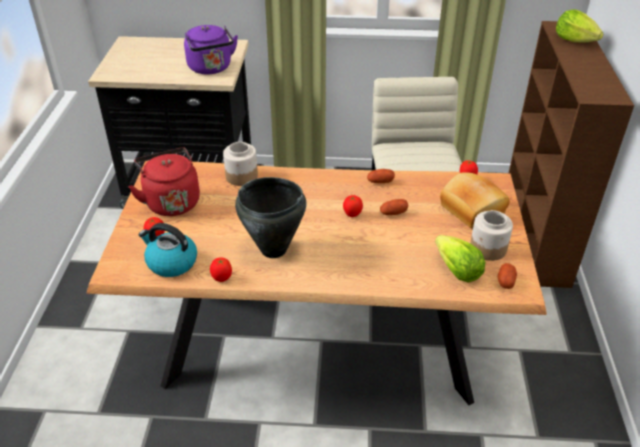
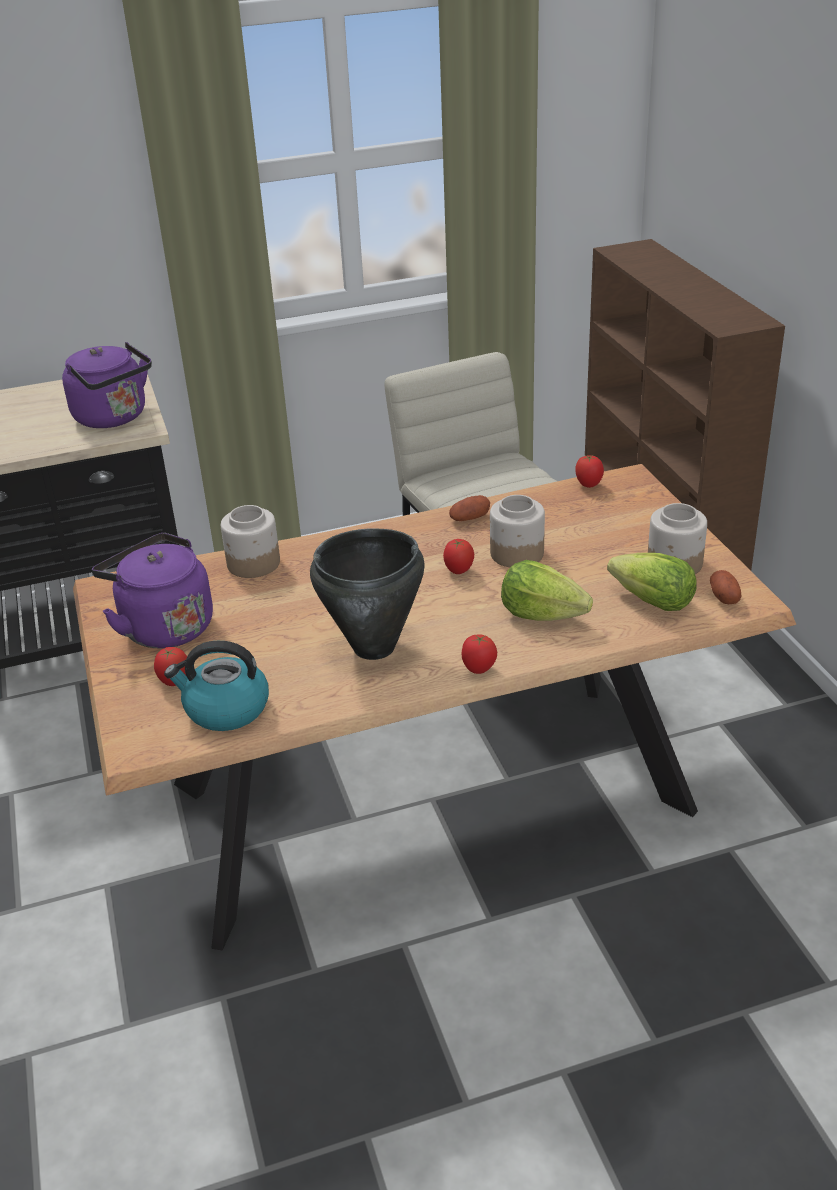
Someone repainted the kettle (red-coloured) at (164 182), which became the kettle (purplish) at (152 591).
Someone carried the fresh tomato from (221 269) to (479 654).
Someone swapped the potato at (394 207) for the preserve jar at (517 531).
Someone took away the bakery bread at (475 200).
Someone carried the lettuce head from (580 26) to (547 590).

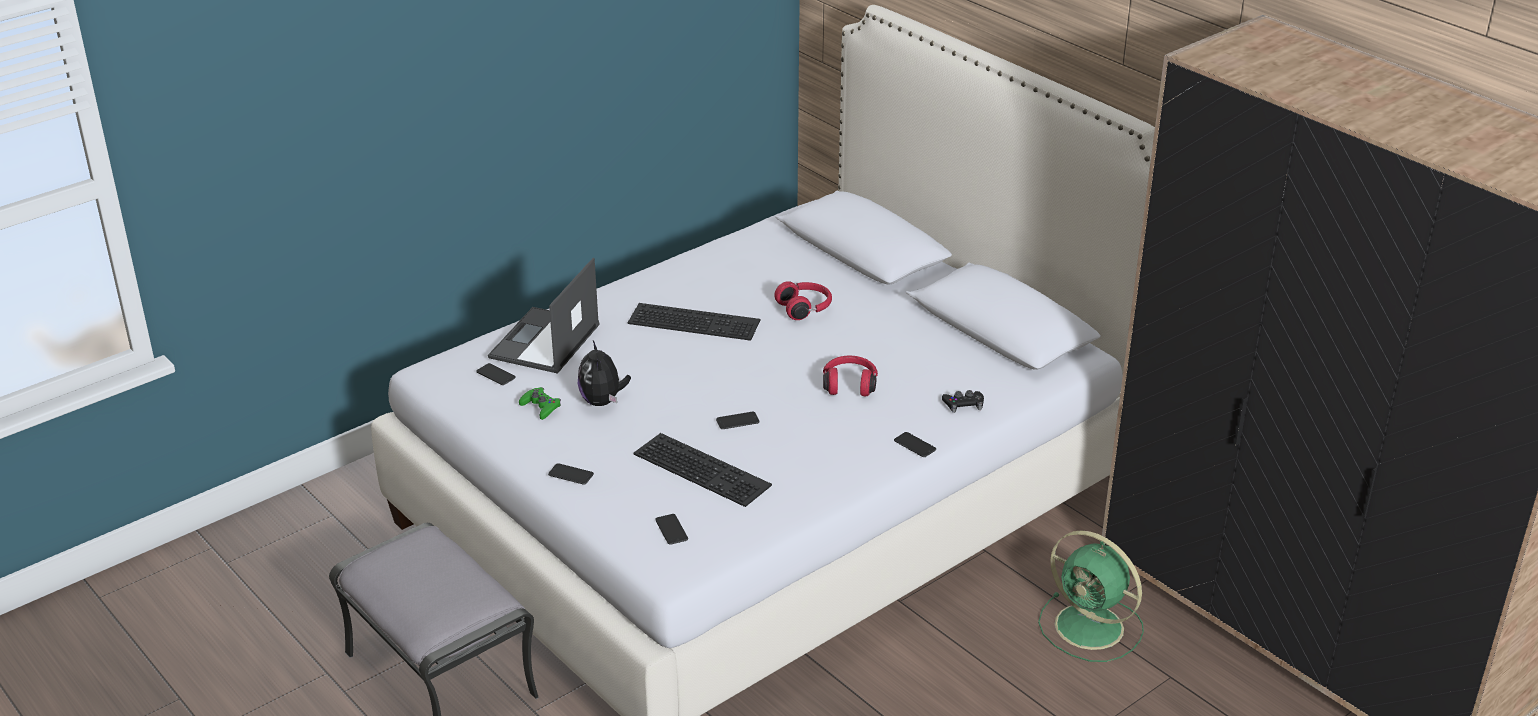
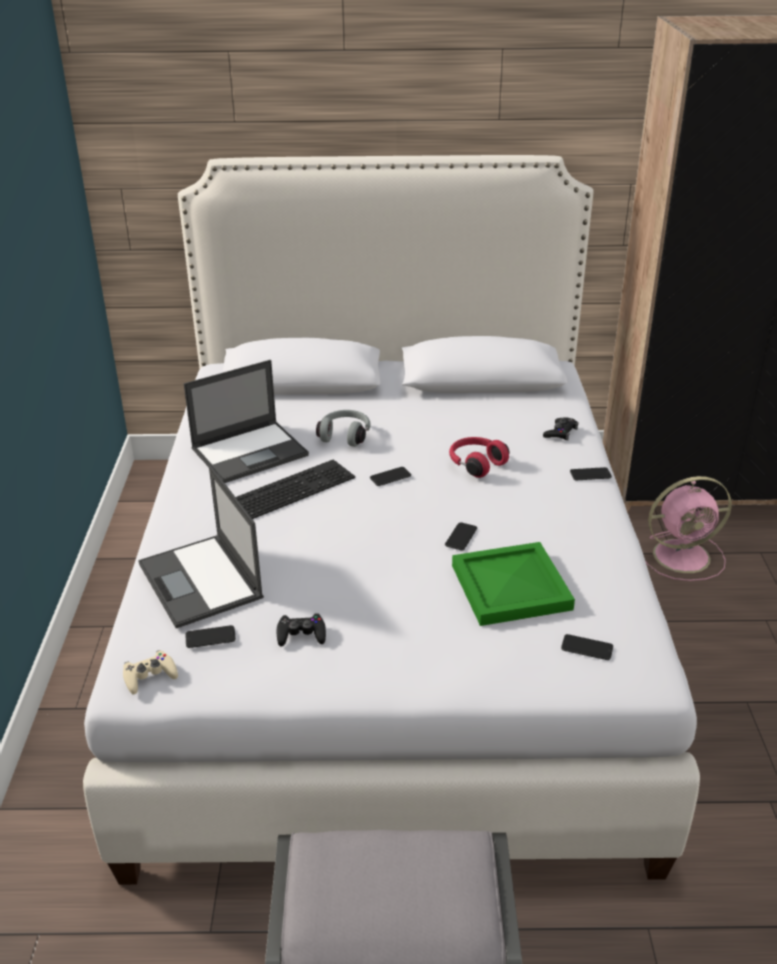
Someone repainted the gamepad (green) at (540 403), which became the gamepad (black) at (301 630).
Someone carried the telephone from (571 473) to (390 476).
Someone took away the plush toy at (604 373).
Someone swapped the keyboard at (702 470) for the tray (green) at (513 584).
Someone repainted the headset (red-coloured) at (803 300), which became the headset (grey) at (343 428).
Someone repainted the electric fan (green) at (1091 596), which became the electric fan (pink-coloured) at (688 528).
Someone put down the gamepad (sand-coloured) at (150 672).
Someone put down the notebook computer at (246 421).

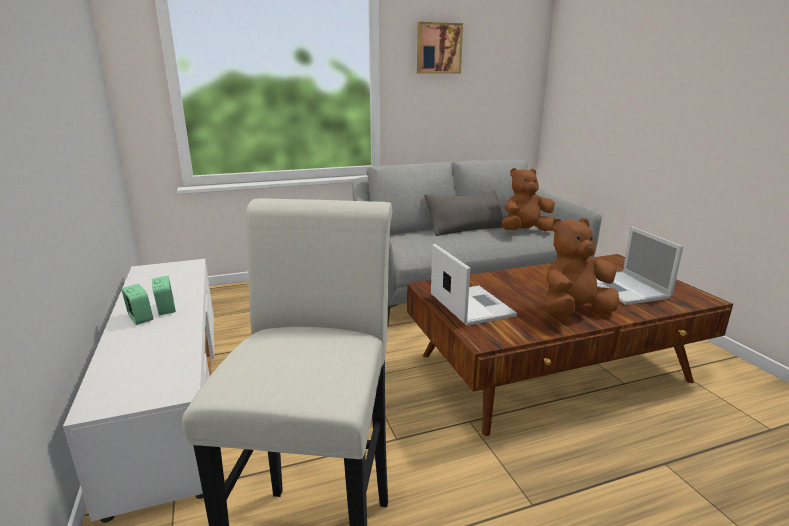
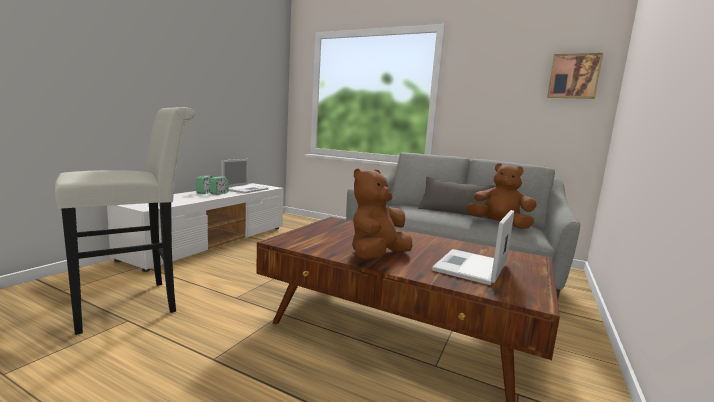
Someone carried the picture from (440 48) to (575 76).
Someone carried the notebook computer from (474 285) to (245 176).
Someone rotated the plush toy (brownish) at (581 267) by 75 degrees counterclockwise.

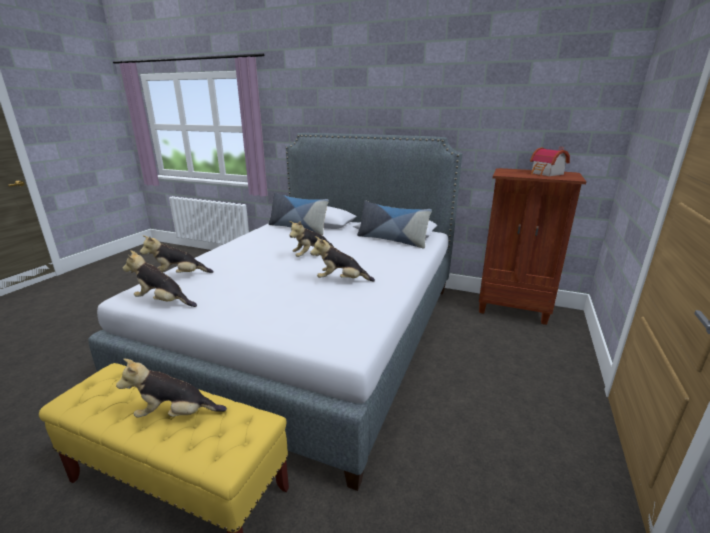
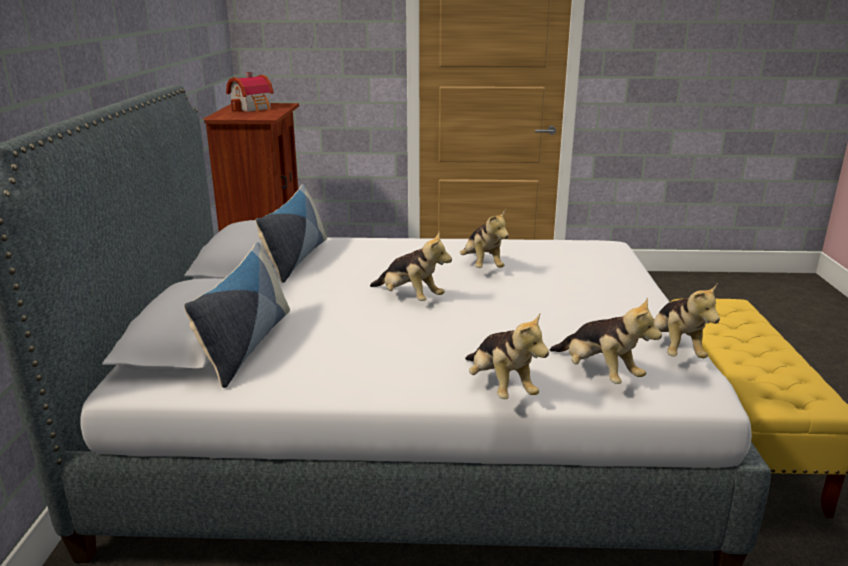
Someone carried the plush toy from (171 388) to (507 356).

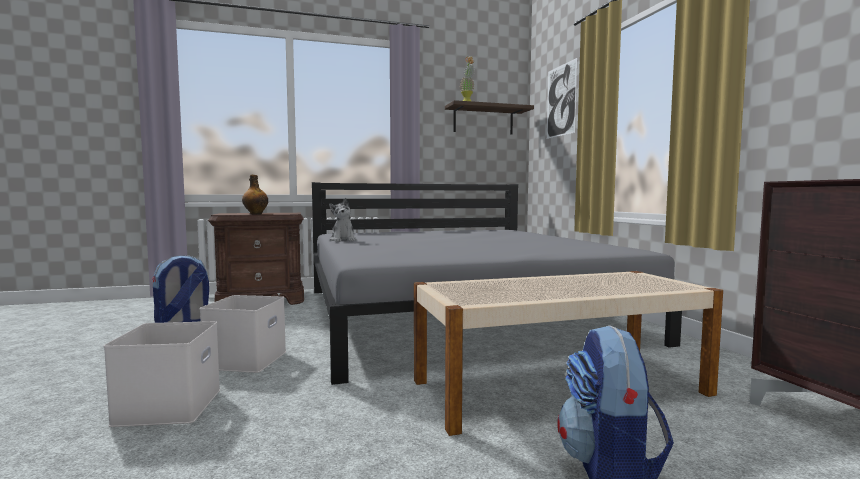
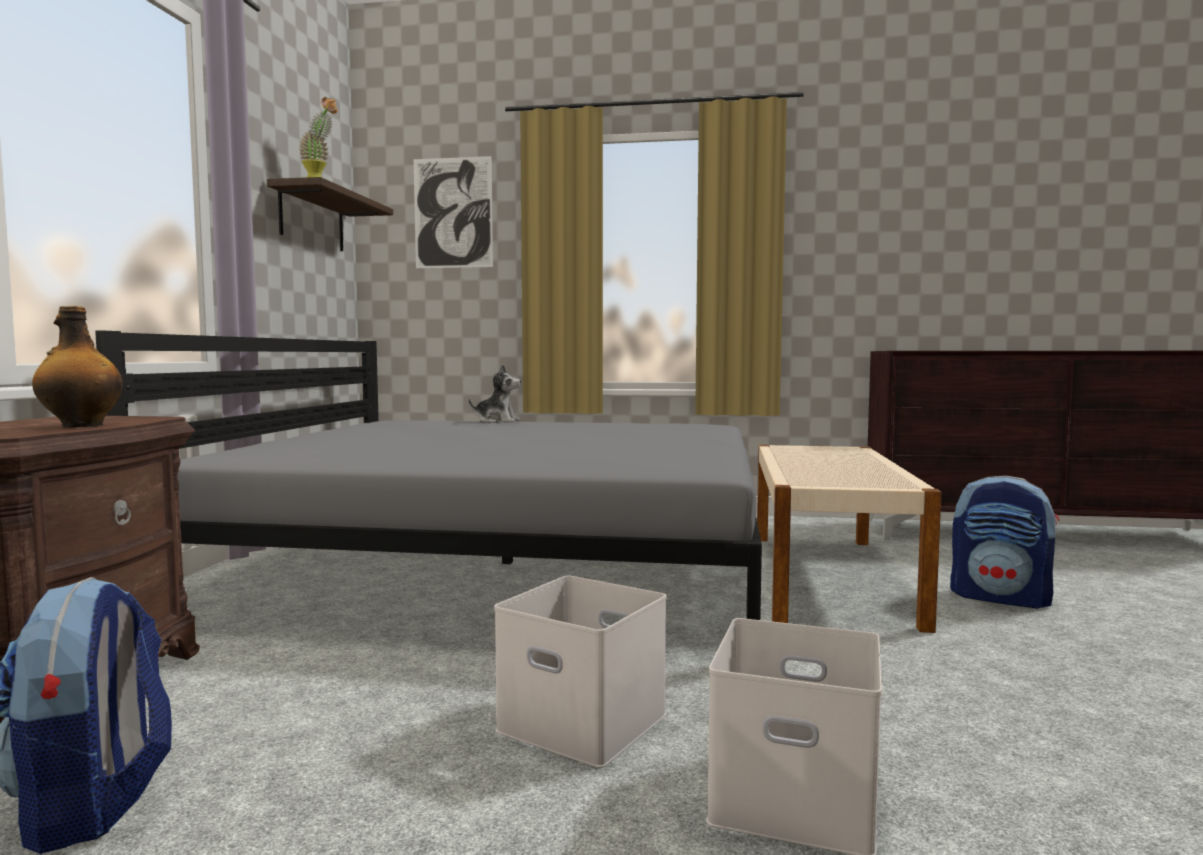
Someone carried the plush toy from (342 220) to (494 394).

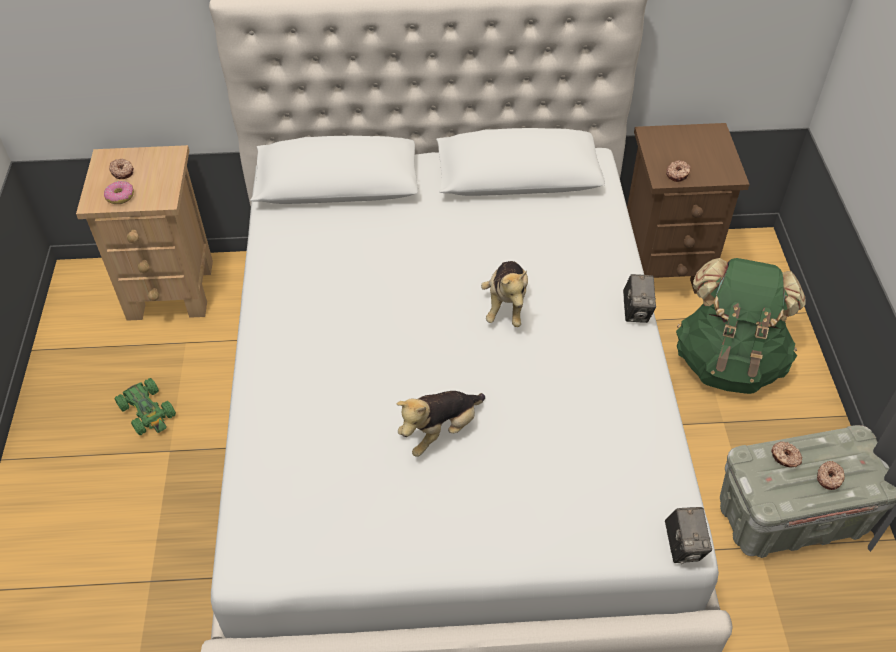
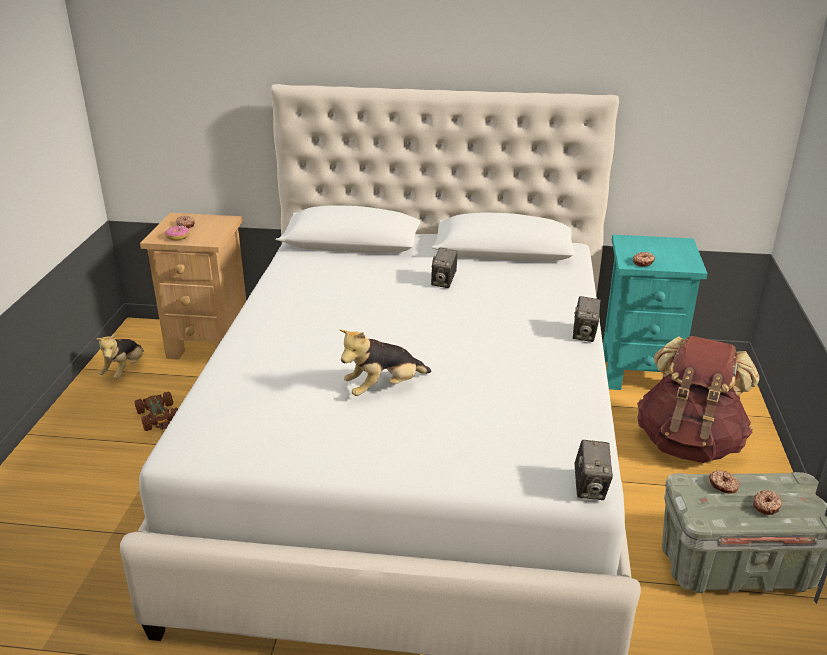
Someone repainted the toy car (green) at (145 406), which became the toy car (brownish) at (156 411).
Someone carried the plush toy from (504 294) to (120 356).
Someone repainted the night table (brownish) at (688 208), which became the night table (blue-green) at (655 312).
Someone repainted the backpack (green) at (741 326), which became the backpack (brownish) at (698 399).
Someone put down the photo camera at (444 267).

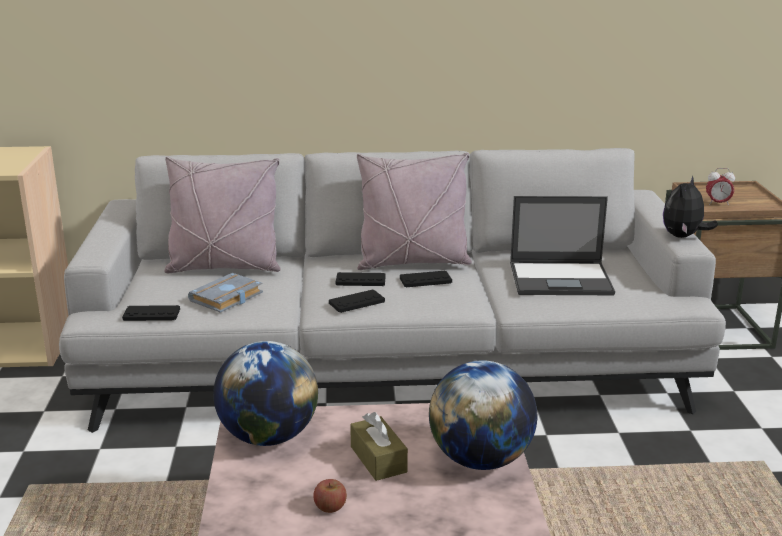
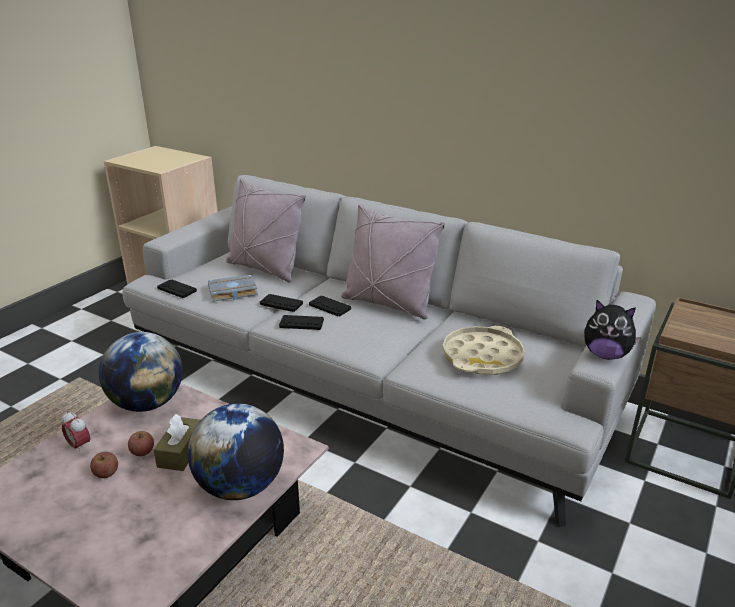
Someone carried the gamepad (black) from (426 279) to (281 303).
Someone swapped the notebook computer at (562 245) for the tray (sand-coloured) at (484 350).
Someone rotated the plush toy at (690 206) by 135 degrees counterclockwise.
Someone carried the alarm clock from (720 187) to (76 431).
Someone put down the whole apple at (141 443).

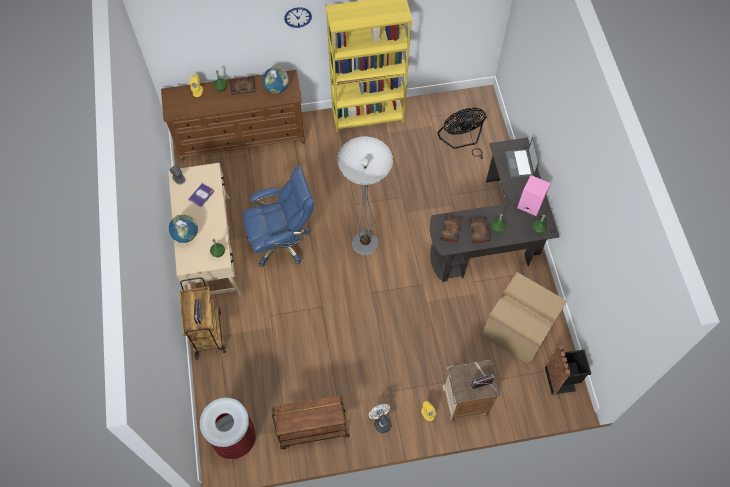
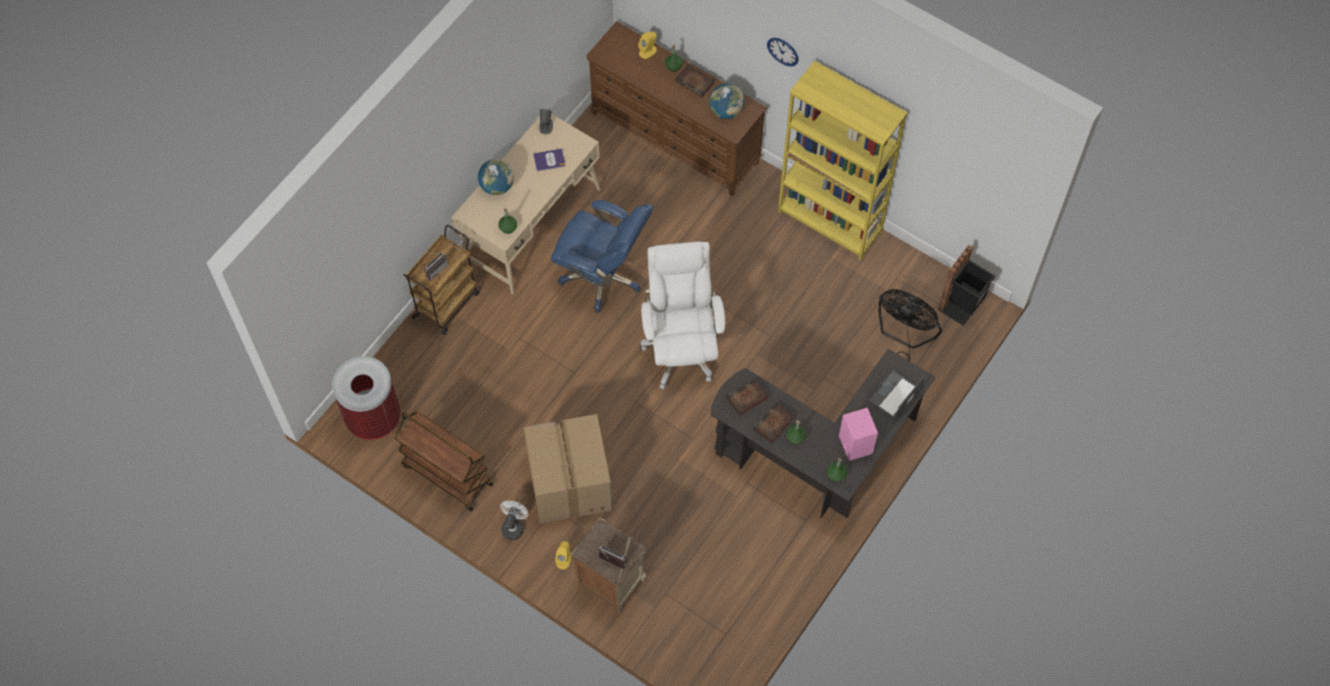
Someone swapped the floor lamp at (365 196) for the office chair (white) at (682 316).
Someone carried the cardboard box from (524 318) to (568 469).
Someone carried the rubbish bin (black) from (568 370) to (966 285).

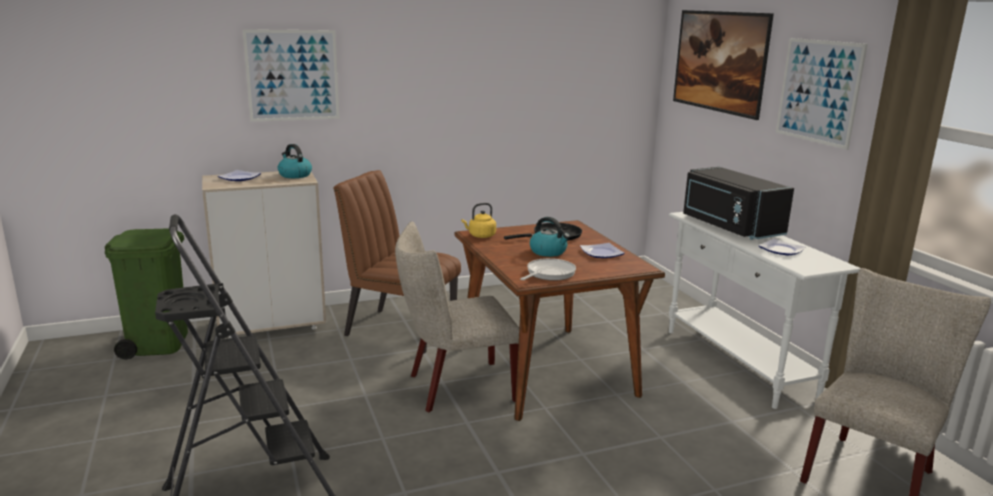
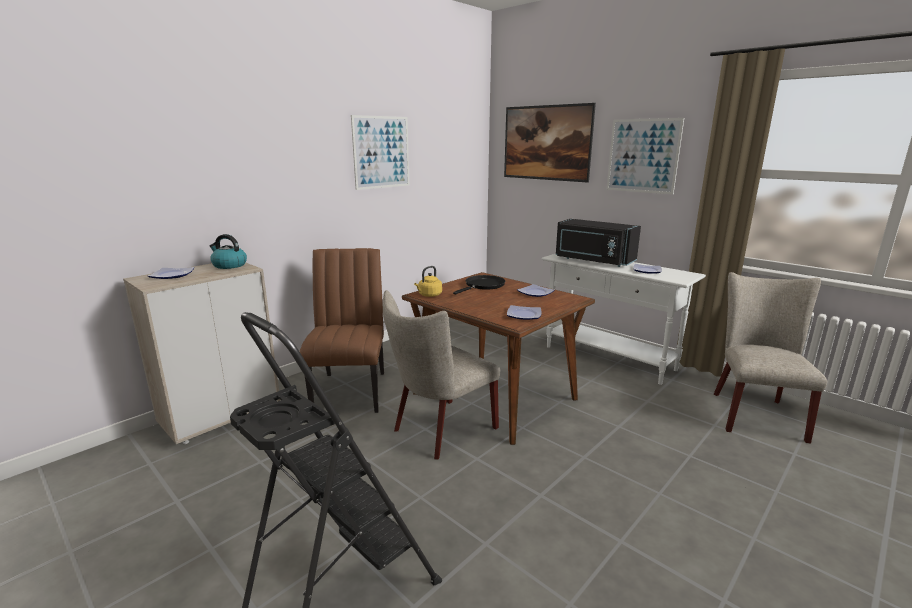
Someone took away the rubbish bin (green) at (146 294).
Someone carried the picture from (291 75) to (380 152).
Someone rotated the upright chair (brownish) at (397 262) by 90 degrees clockwise.
Someone swapped the skillet at (548 269) for the flat dish at (524 312).
Someone took away the kettle at (550 237).

